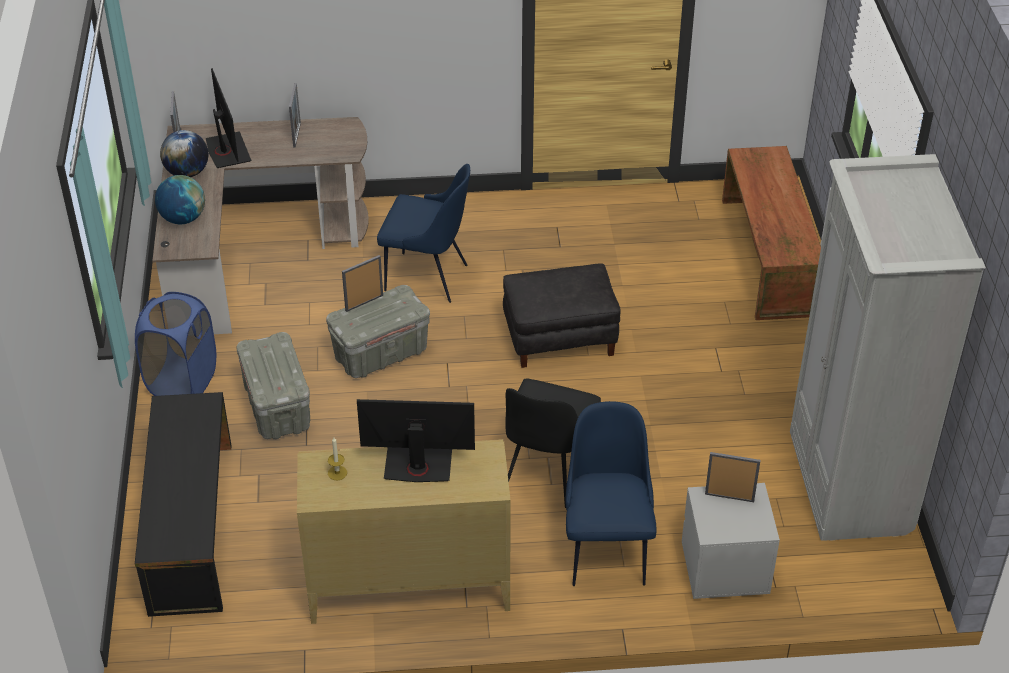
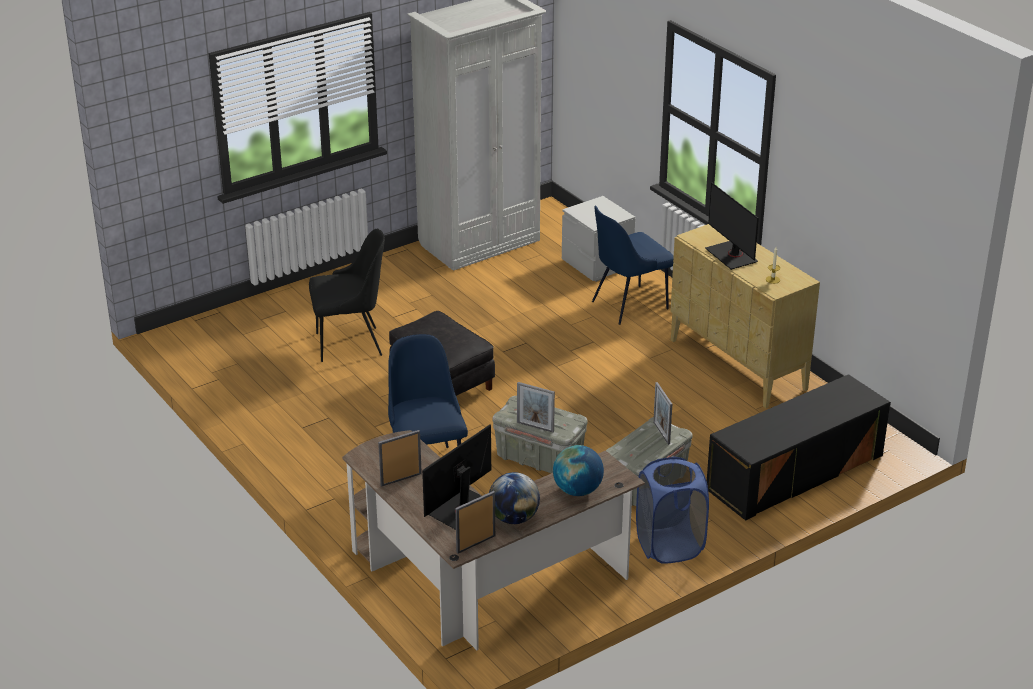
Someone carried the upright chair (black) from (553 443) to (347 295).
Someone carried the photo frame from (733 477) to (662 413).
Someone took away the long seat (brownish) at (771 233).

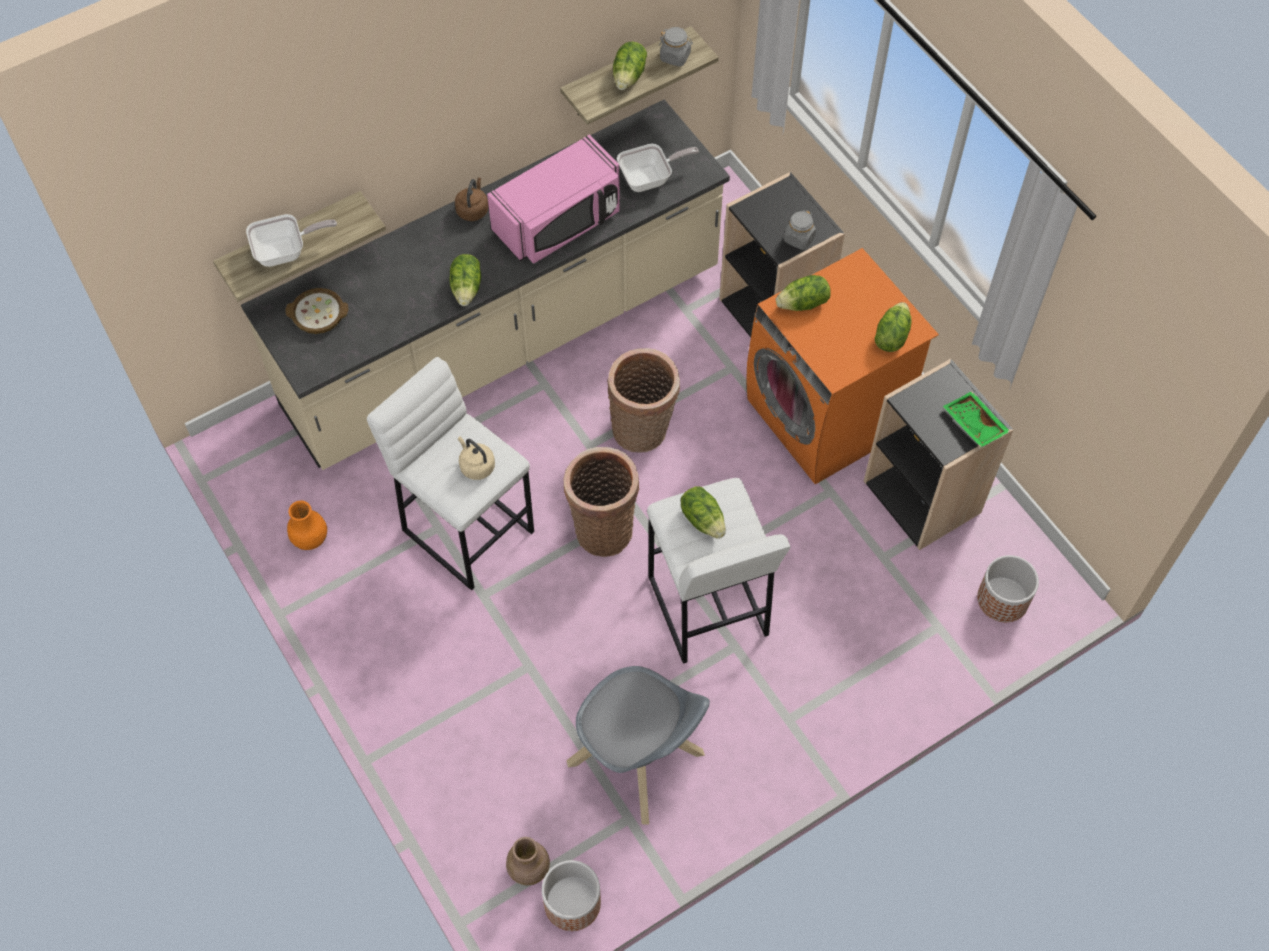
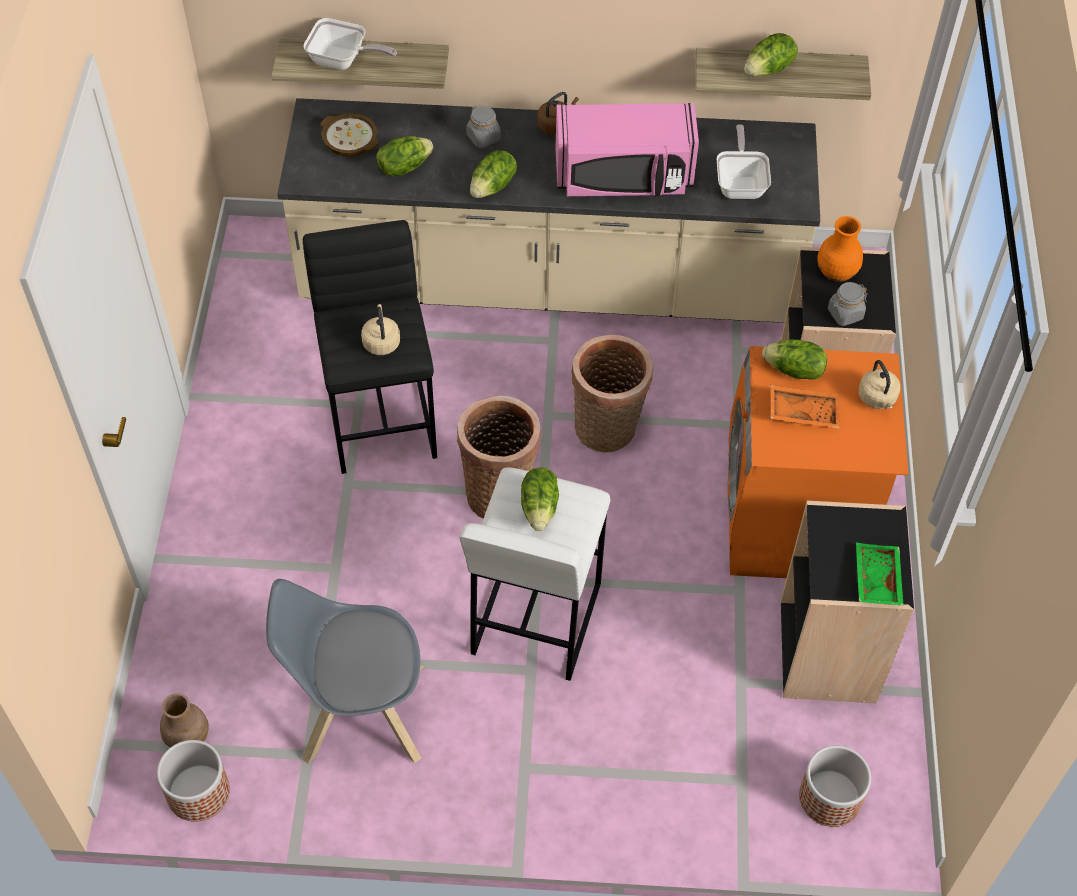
Someone carried the decorative vase (orange-coloured) from (307 525) to (840 249).
Someone repainted the stool (white) at (450 473), which became the stool (black) at (370 347).
Someone rotated the upright chair (grey) at (638 745) by 105 degrees clockwise.
Someone rotated the skillet at (658 168) by 105 degrees counterclockwise.
Someone carried the preserve jar (grey) from (676 47) to (483 126).
Someone carried the lettuce head from (893 327) to (404 156).
Someone put down the tray (orange-coloured) at (805 407).
Someone put down the kettle (sand-coloured) at (879 384).

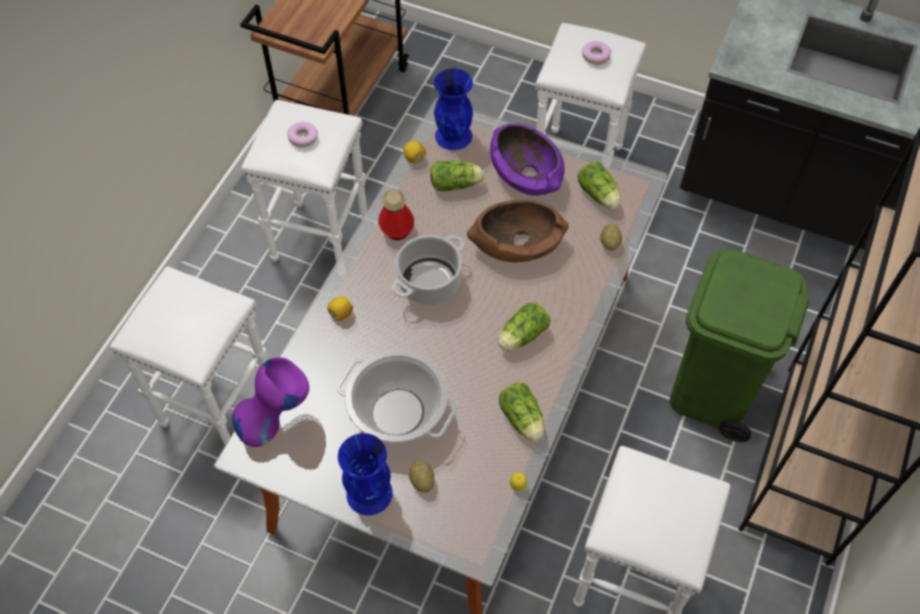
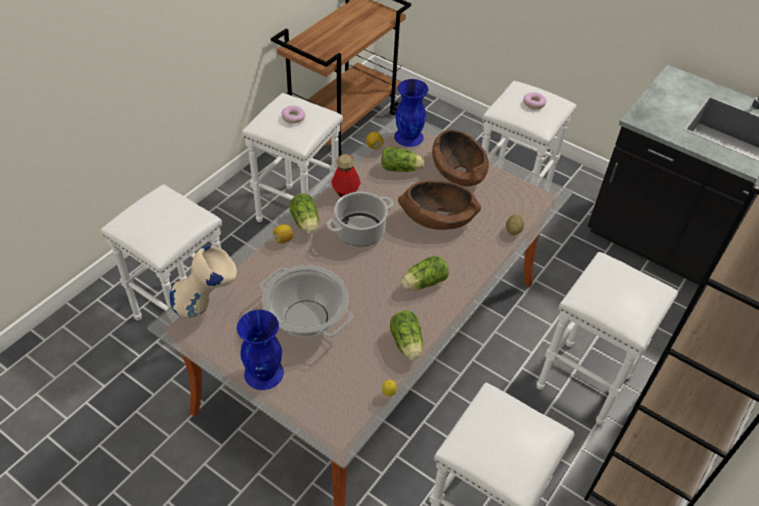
Someone repainted the decorative vase (purplish) at (270 402), which became the decorative vase (sand-coloured) at (203 282).
Someone took away the potato at (421 476).
Someone repainted the serving bowl (purplish) at (527 159), which became the serving bowl (brownish) at (460 157).
Someone carried the lettuce head from (599 185) to (304 213).
Someone swapped the rubbish bin (green) at (739 345) for the stool (white) at (607 338).

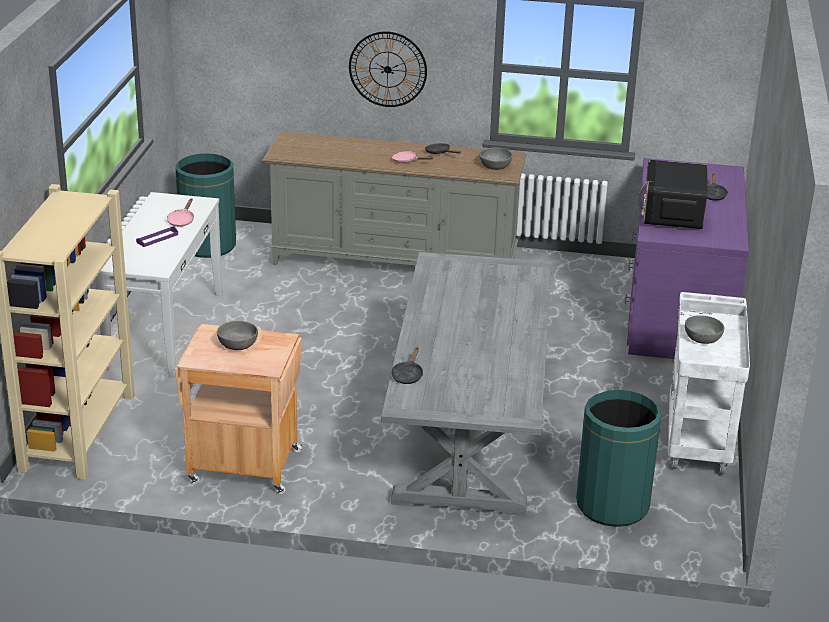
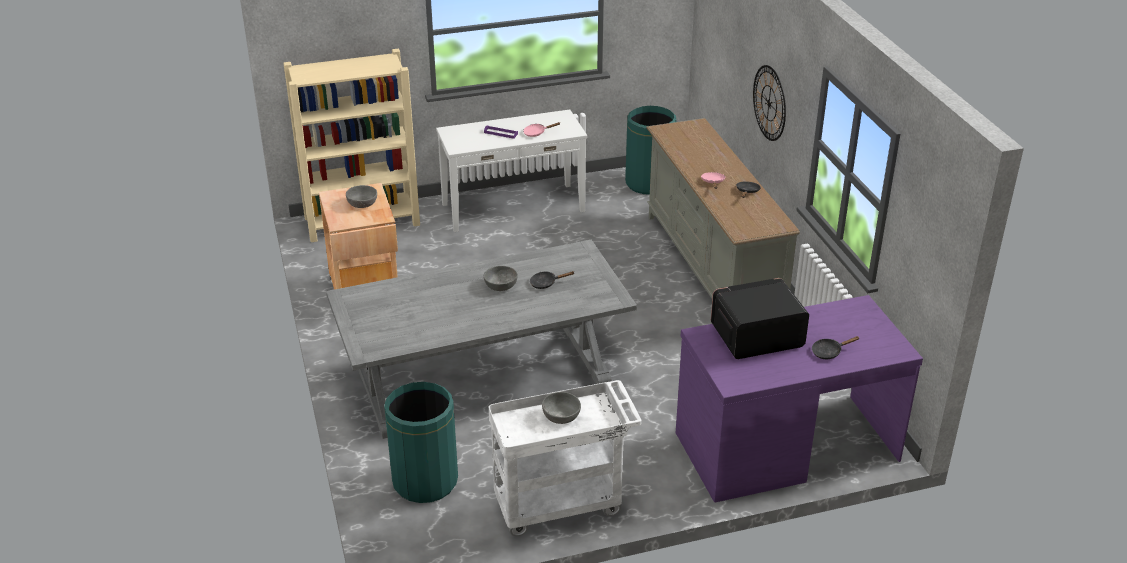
Someone carried the skillet (black) from (407 365) to (552 280).
Someone carried the serving bowl (grey) from (496 158) to (501 278).

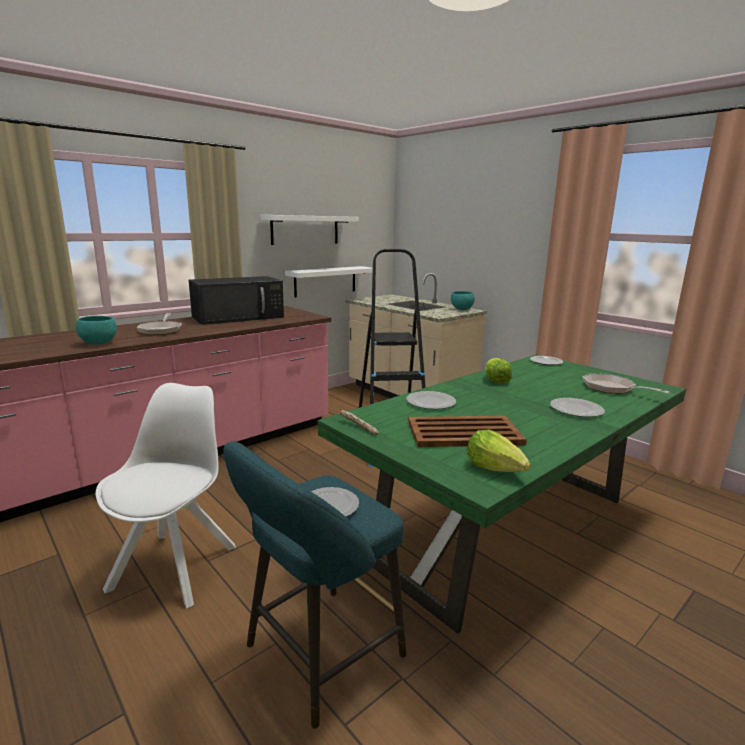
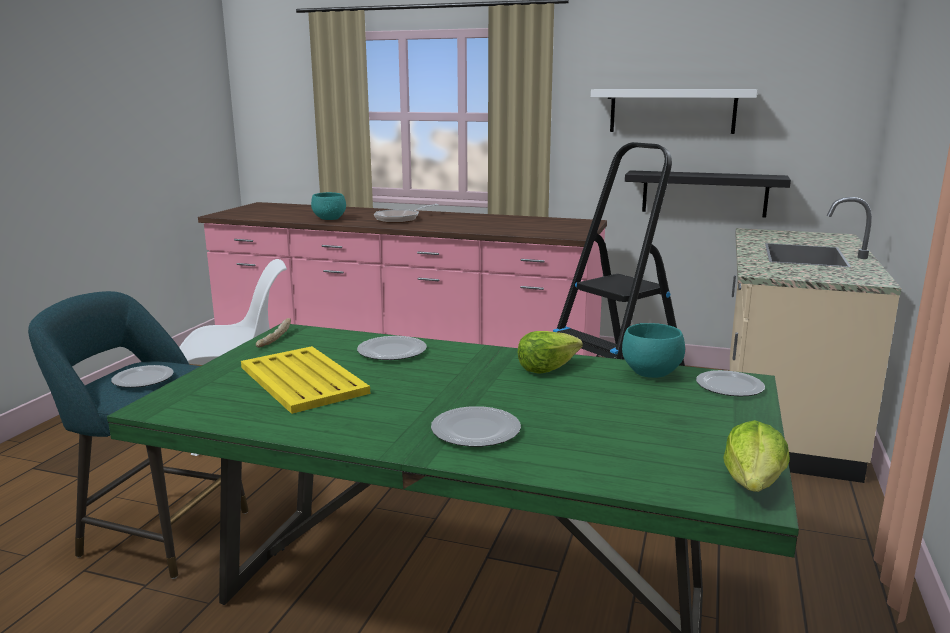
Someone took away the microwave (black) at (236 300).
Someone repainted the shelf (white) at (329 282), which became the shelf (black) at (708 193).
Someone repainted the tray (brownish) at (467 431), which became the tray (yellow-coloured) at (305 380).
Someone carried the serving bowl (blue-green) from (463 300) to (653 350).
Someone carried the lettuce head from (499 450) to (756 456).
Someone took away the skillet at (626 383).

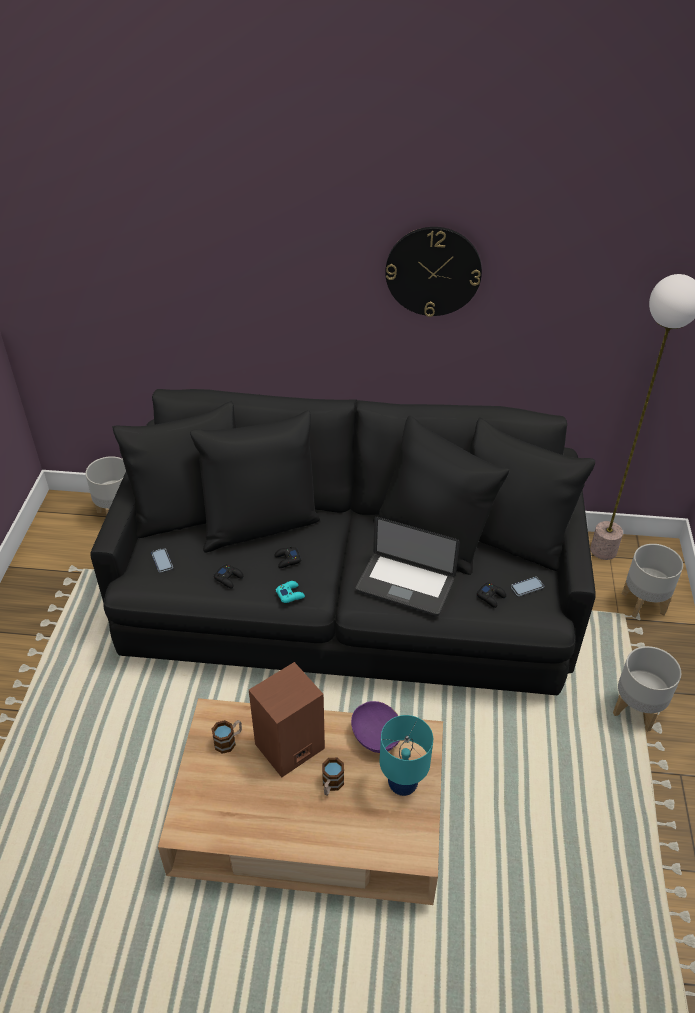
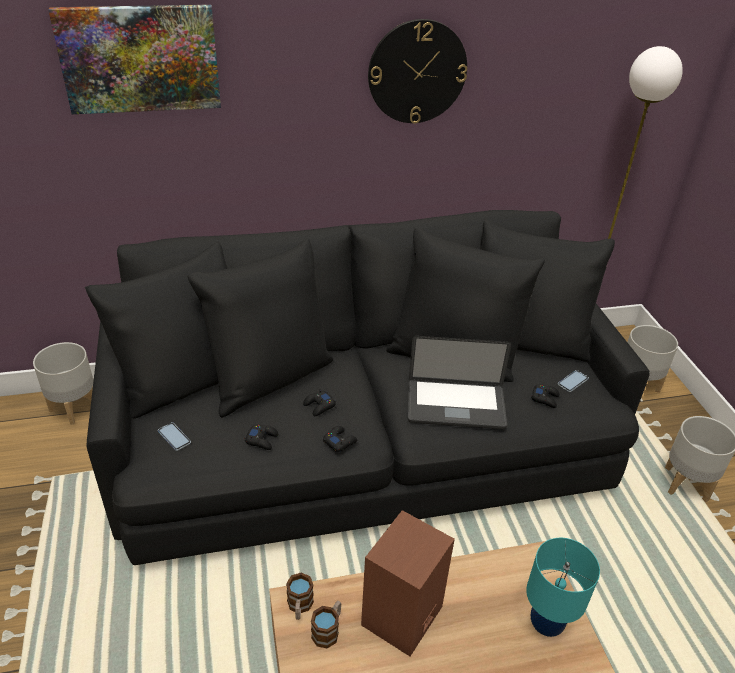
Someone repainted the gamepad (blue-green) at (290 592), which became the gamepad (black) at (340 439).
Someone carried the coffee mug from (333 777) to (300 596).
Someone took away the serving bowl (purplish) at (375 727).
Someone put up the picture at (134 59).

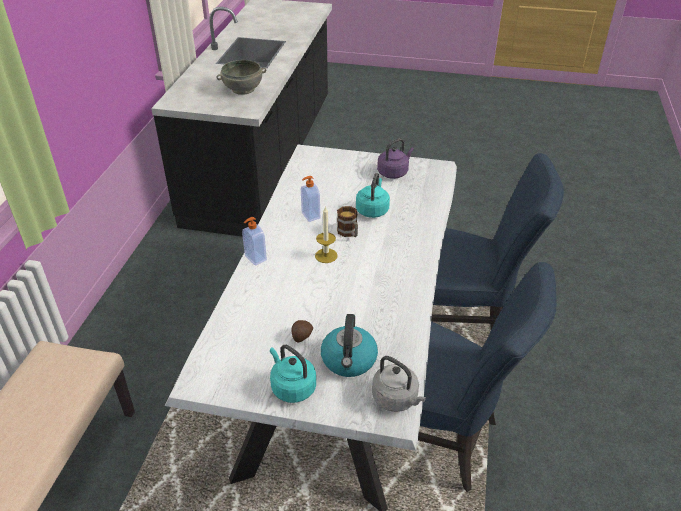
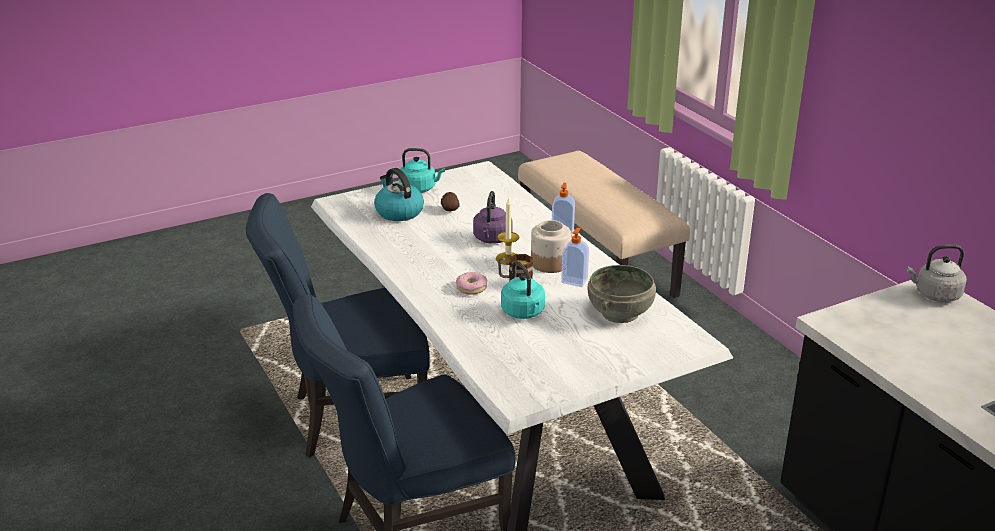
Someone carried the serving bowl (grey) from (241 77) to (622 294).
Someone carried the kettle (grey) from (399 384) to (936 273).
Someone carried the kettle (purplish) from (395 158) to (492 217).
Someone put down the donut at (471 283).
Someone put down the preserve jar at (551 246).

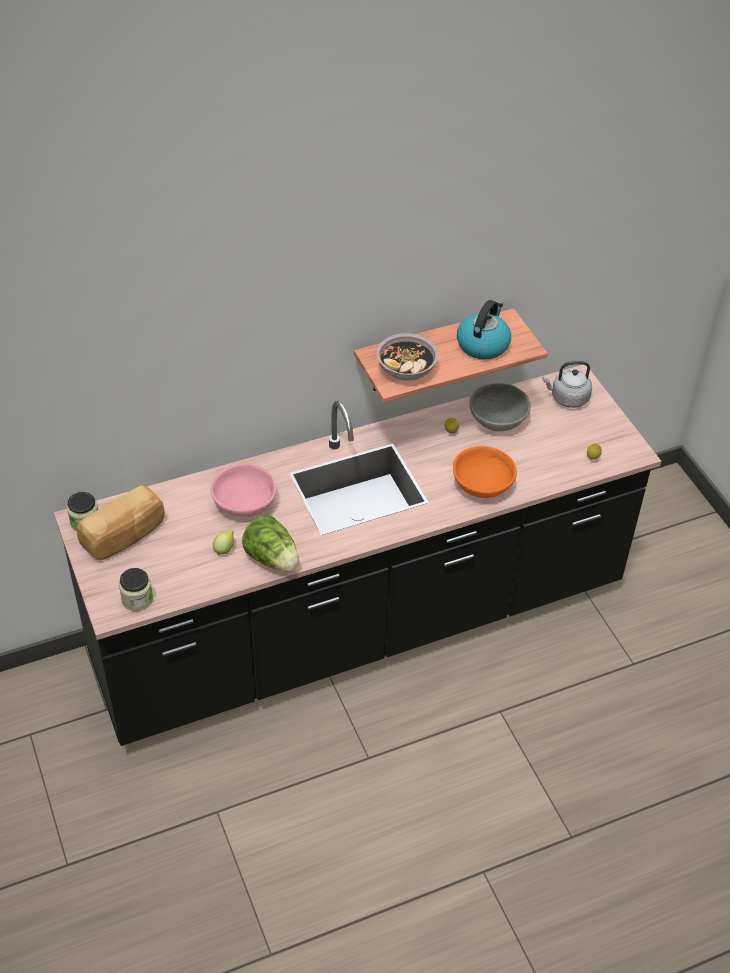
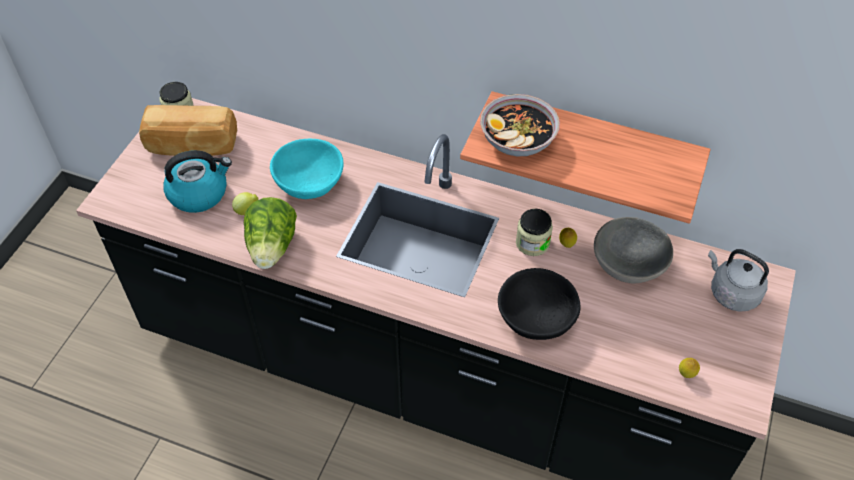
Someone carried the preserve jar from (136 589) to (534 232).
Someone repainted the serving bowl (pink-coloured) at (243 490), which became the serving bowl (blue-green) at (307 169).
Someone repainted the serving bowl (orange-coloured) at (485 472), which became the serving bowl (black) at (539 304).
Someone carried the kettle from (484 330) to (197 181).

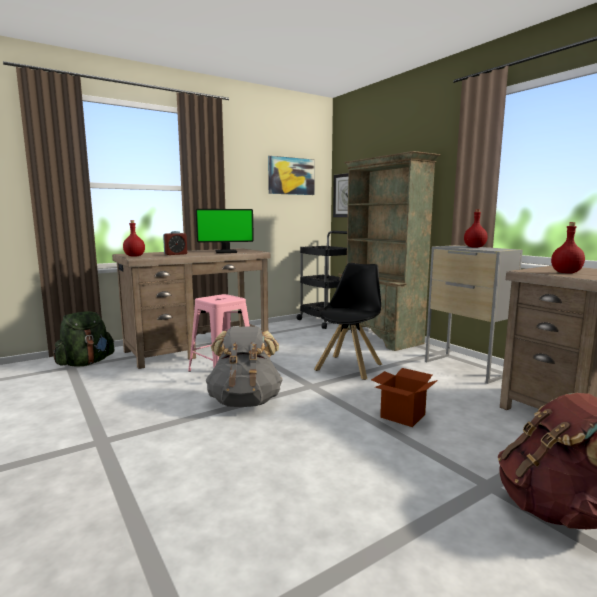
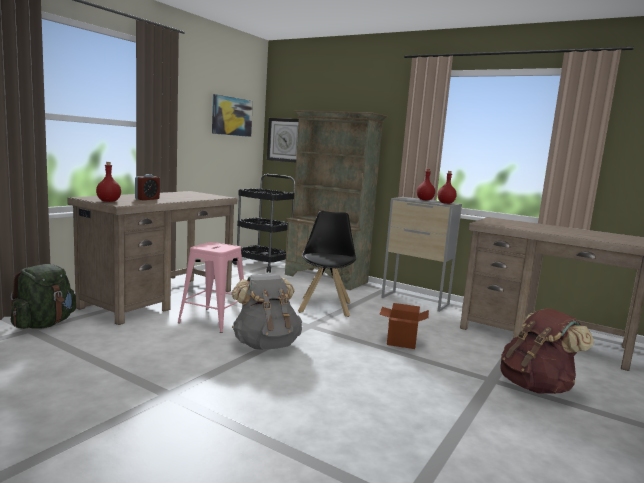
Someone took away the computer display at (225 231).
Someone carried the bottle (red-coloured) from (568 247) to (447 187).

